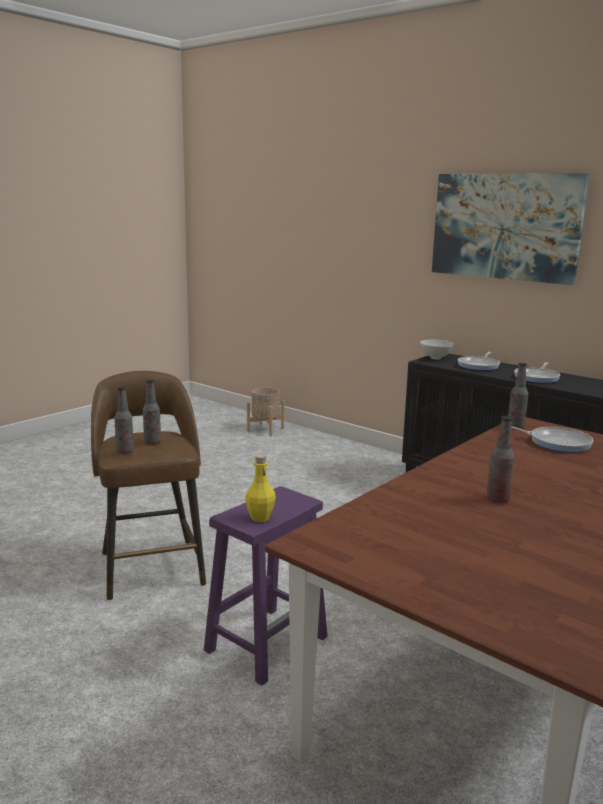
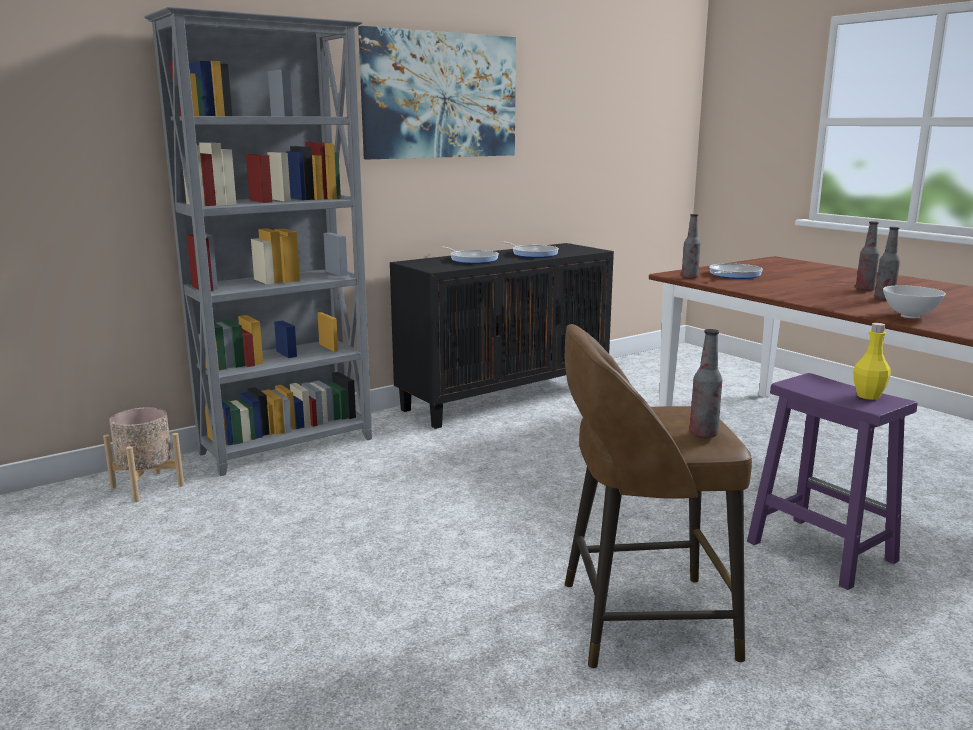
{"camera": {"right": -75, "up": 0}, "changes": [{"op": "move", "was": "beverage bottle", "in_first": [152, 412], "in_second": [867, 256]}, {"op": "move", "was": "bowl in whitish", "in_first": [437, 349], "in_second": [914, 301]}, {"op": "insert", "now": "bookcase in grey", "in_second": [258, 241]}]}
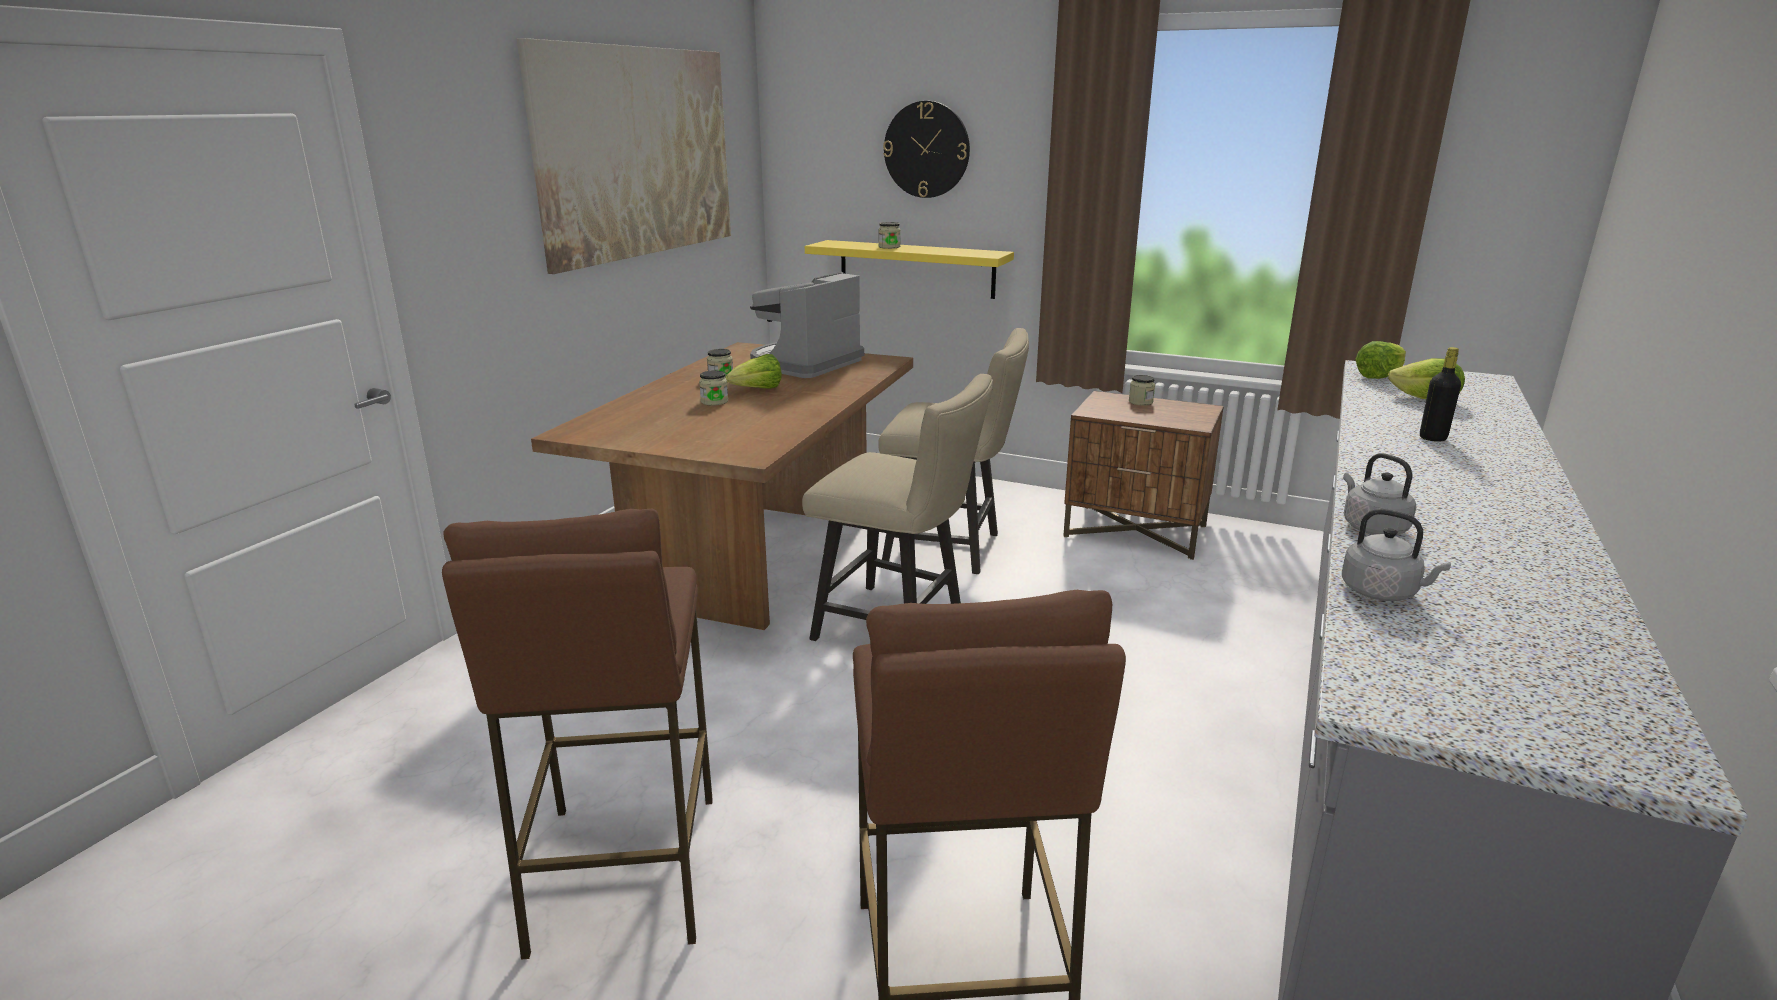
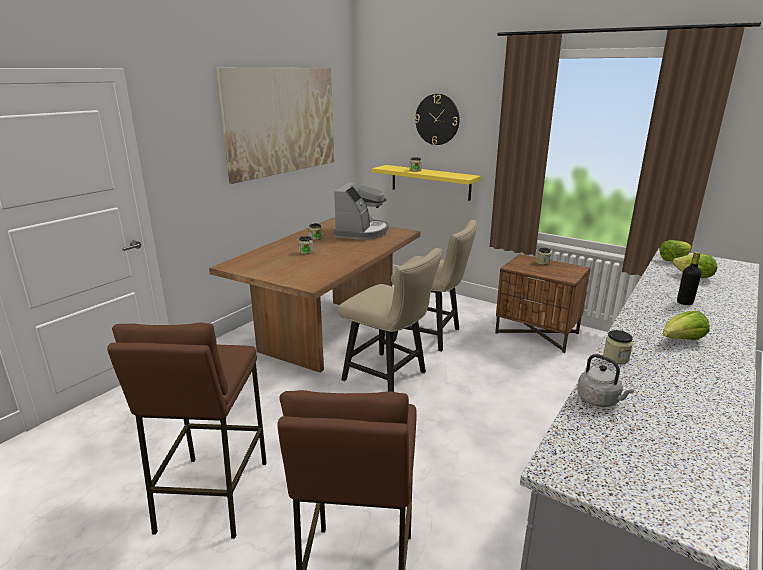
{"camera": {"right": 10, "up": 0}, "changes": [{"op": "move", "was": "lettuce", "in_first": [753, 371], "in_second": [686, 325]}, {"op": "rotate", "was": "coffee maker", "in_first": [807, 325], "in_second": [361, 211], "clockwise": 150}, {"op": "replace", "was": "kettle in grey", "now": "jar", "in_first": [1379, 494], "in_second": [618, 347]}]}
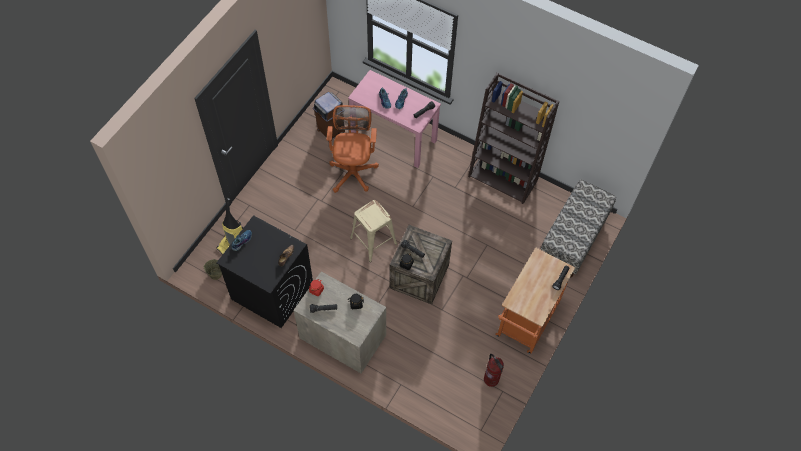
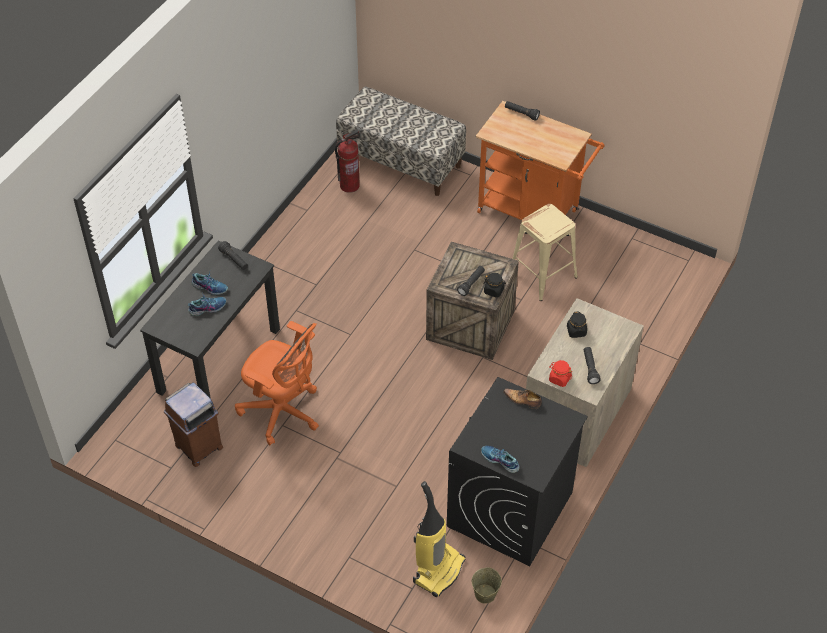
{"camera": {"right": -90, "up": -10}, "changes": [{"op": "rotate", "was": "office chair in orange", "in_first": [353, 149], "in_second": [277, 383], "clockwise": -150}, {"op": "recolor", "was": "desk table in pinkish", "now": "desk table in blackish", "in_first": [394, 119], "in_second": [210, 319]}, {"op": "move", "was": "sitting stool in beige", "in_first": [373, 231], "in_second": [545, 252]}, {"op": "delete", "was": "bookcase in brown-coloured", "in_first": [513, 138]}, {"op": "move", "was": "extinguisher", "in_first": [494, 370], "in_second": [347, 161]}]}
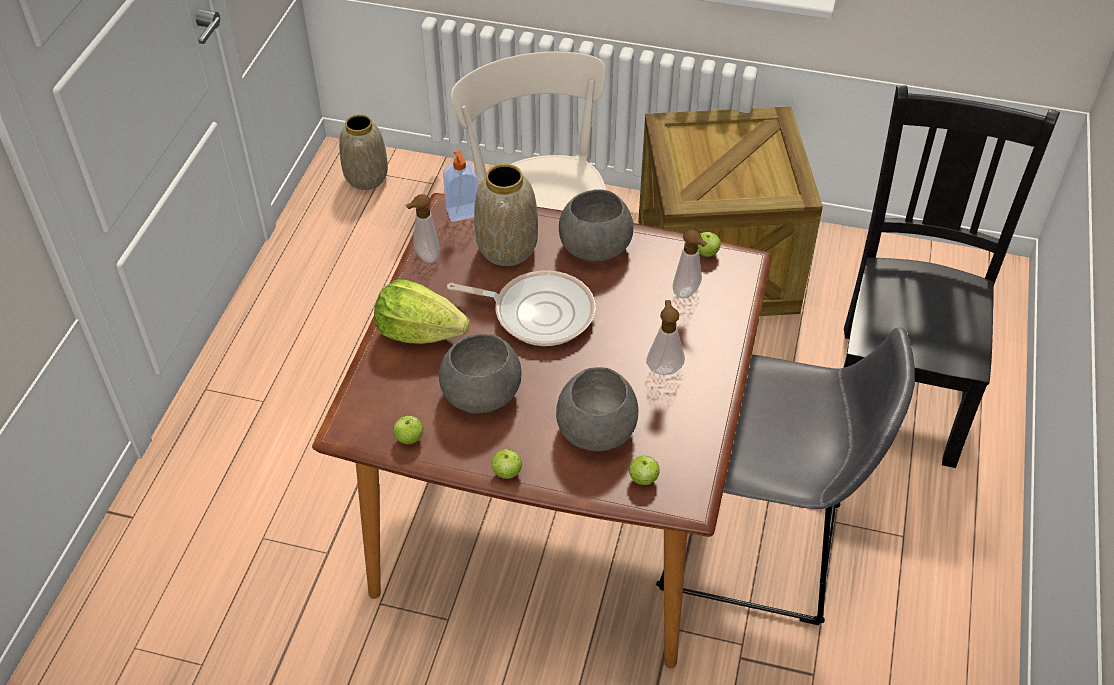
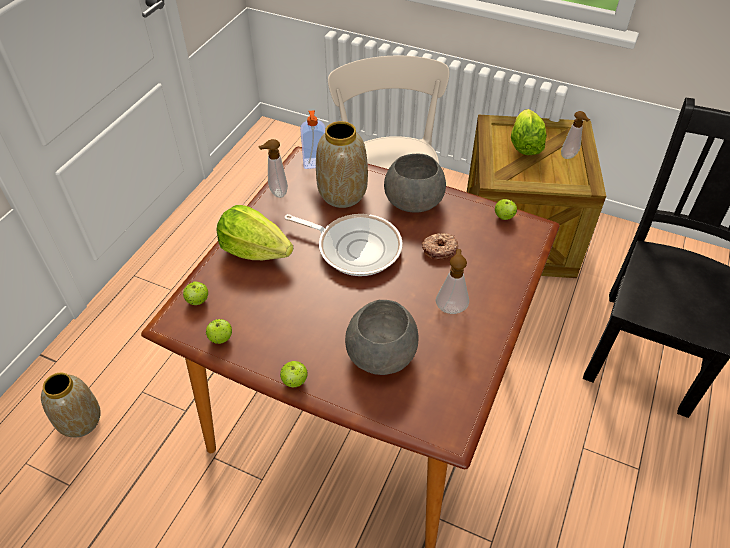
{"camera": {"right": 10, "up": 0}, "changes": [{"op": "move", "was": "vase", "in_first": [363, 152], "in_second": [71, 405]}, {"op": "delete", "was": "bowl in grey", "in_first": [480, 374]}, {"op": "move", "was": "apple", "in_first": [644, 470], "in_second": [195, 293]}, {"op": "delete", "was": "sitting stool in grey", "in_first": [785, 476]}, {"op": "move", "was": "soap bottle", "in_first": [690, 264], "in_second": [575, 135]}, {"op": "insert", "now": "donut", "in_second": [440, 246]}, {"op": "insert", "now": "lettuce", "in_second": [529, 132]}]}
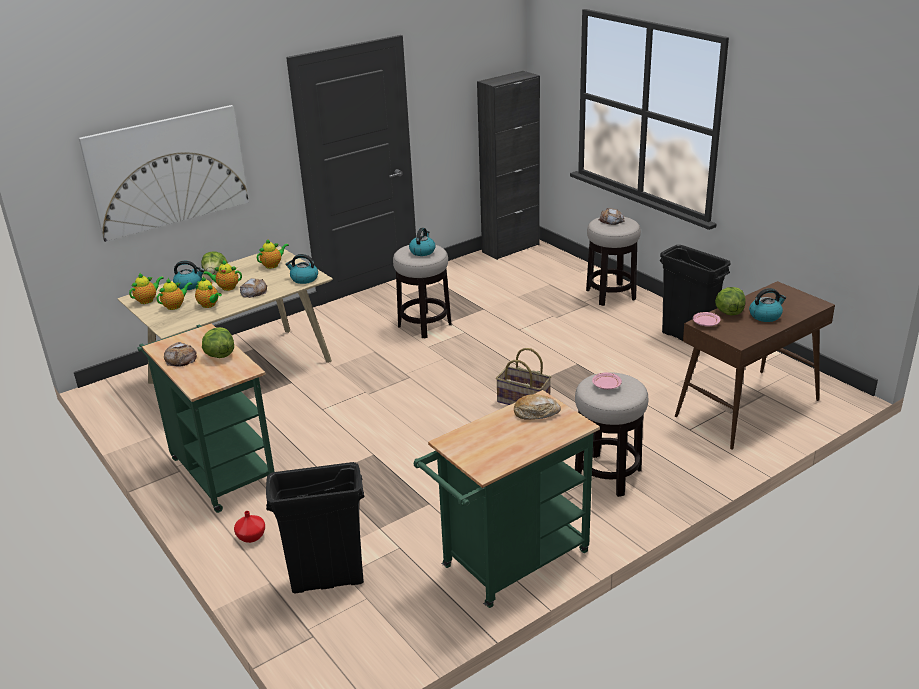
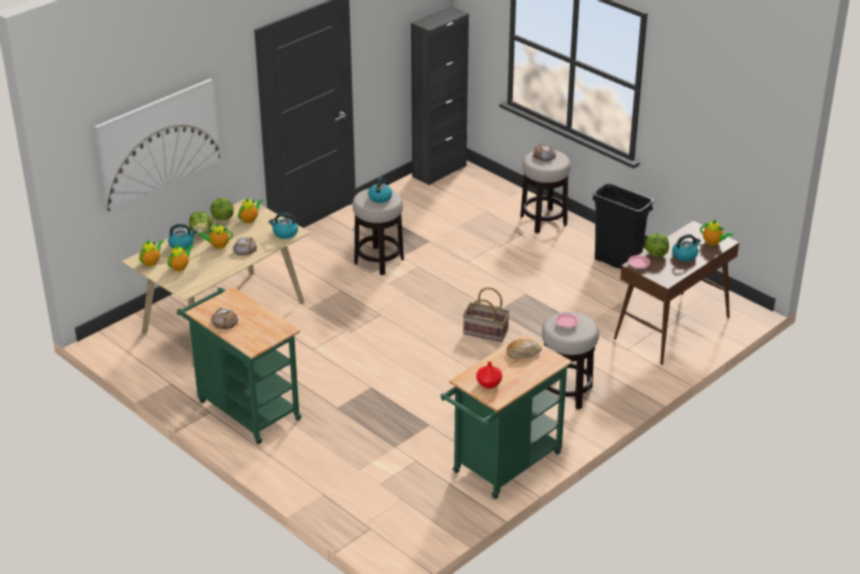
{"camera": {"right": -10, "up": 5}, "changes": [{"op": "move", "was": "teapot", "in_first": [208, 292], "in_second": [716, 232]}, {"op": "move", "was": "lettuce", "in_first": [218, 342], "in_second": [222, 209]}, {"op": "move", "was": "vase in red", "in_first": [249, 527], "in_second": [489, 375]}, {"op": "delete", "was": "rubbish bin in blackish", "in_first": [315, 527]}]}
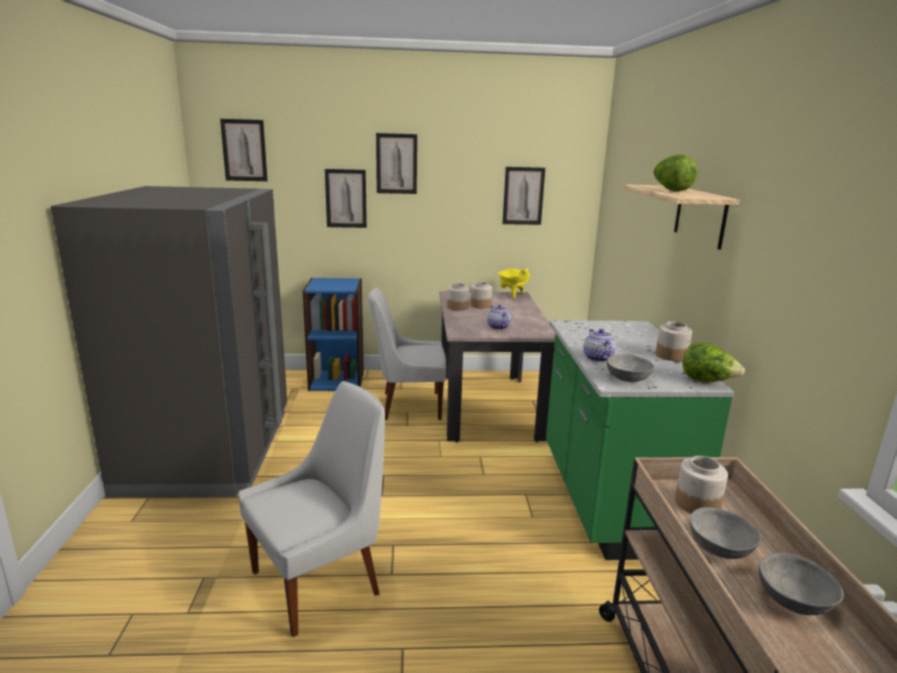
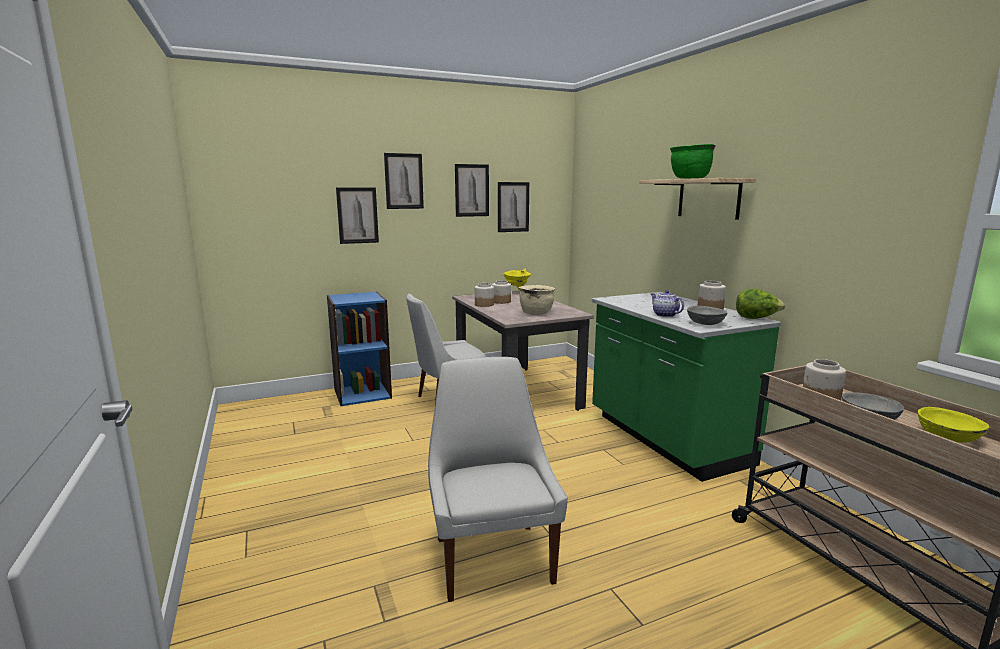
{"camera": {"right": -20, "up": -5}, "changes": [{"op": "delete", "was": "fridge in grey", "in_first": [169, 341]}, {"op": "move", "was": "wall picture", "in_first": [244, 150], "in_second": [472, 190]}, {"op": "rotate", "was": "upright chair in whitish", "in_first": [311, 509], "in_second": [498, 479], "clockwise": -45}, {"op": "replace", "was": "teapot", "now": "cooking pot in beige", "in_first": [499, 317], "in_second": [537, 300]}, {"op": "replace", "was": "lettuce", "now": "cooking pot in green-coloured", "in_first": [675, 173], "in_second": [693, 161]}, {"op": "recolor", "was": "bowl in grey", "now": "bowl in yellow", "in_first": [801, 584], "in_second": [953, 425]}]}
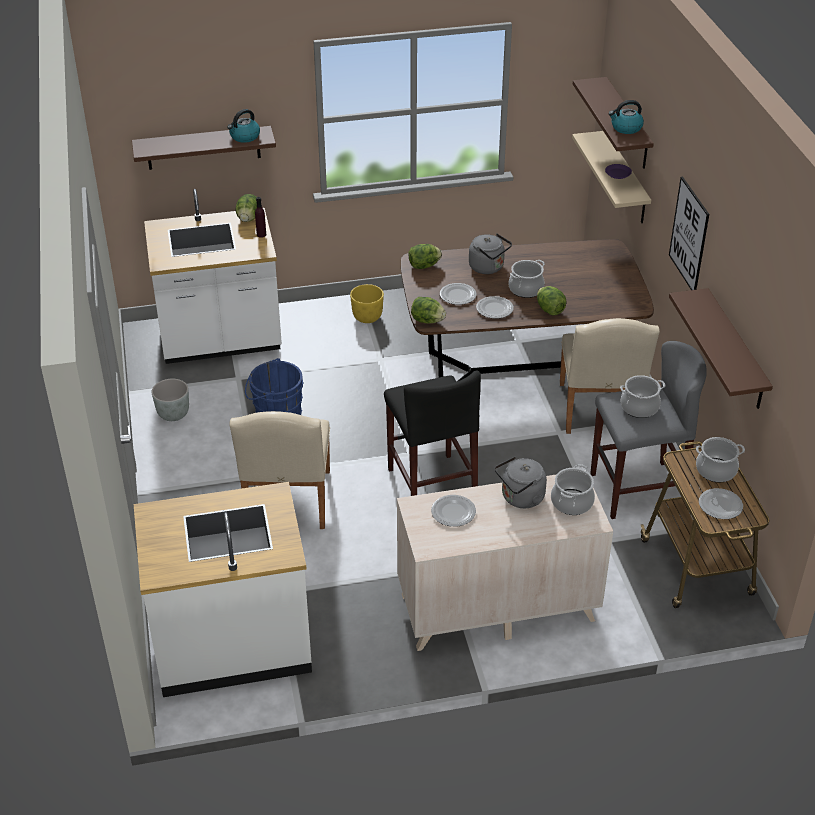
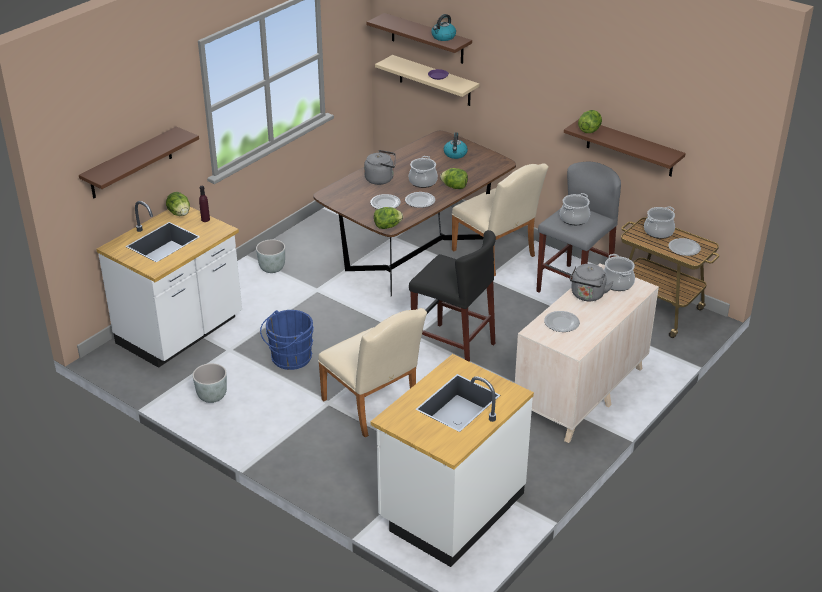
{"camera": {"right": -40, "up": -5}, "changes": [{"op": "move", "was": "kettle", "in_first": [243, 126], "in_second": [456, 146]}, {"op": "recolor", "was": "flower pot in yellow", "now": "flower pot in grey", "in_first": [367, 303], "in_second": [270, 256]}, {"op": "move", "was": "lettuce", "in_first": [425, 256], "in_second": [590, 121]}, {"op": "delete", "was": "wall picture", "in_first": [689, 233]}]}
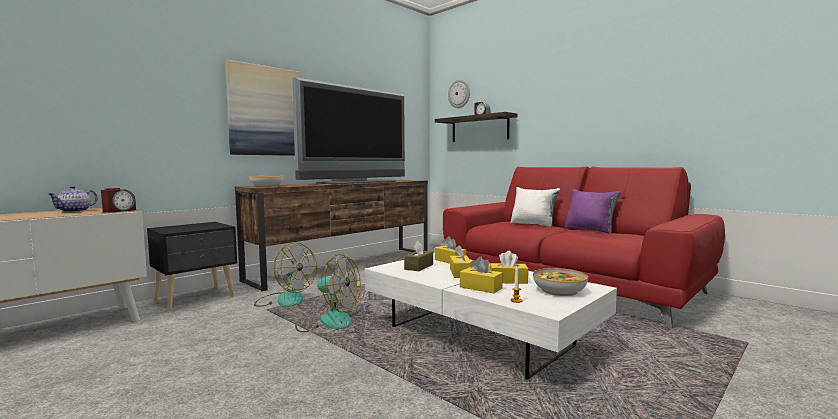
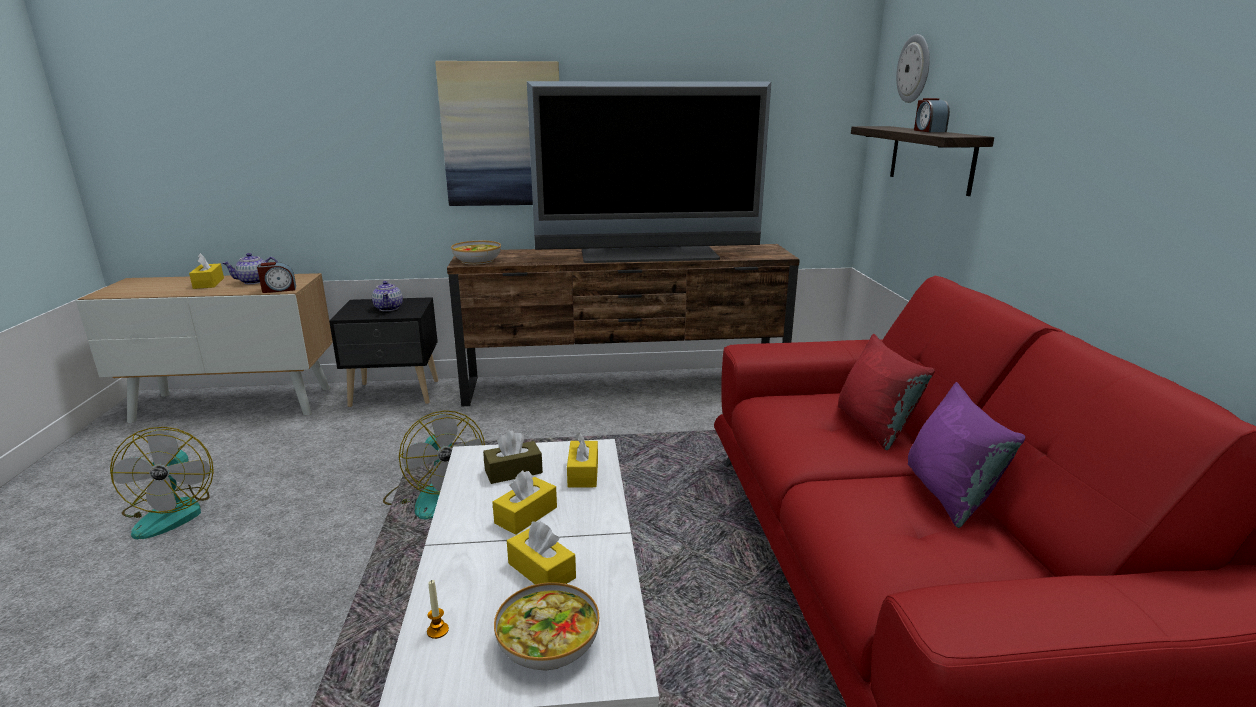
{"camera": {"right": 40, "up": 15}, "changes": [{"op": "move", "was": "fan", "in_first": [285, 274], "in_second": [162, 483]}, {"op": "move", "was": "tissue box in yellow", "in_first": [481, 274], "in_second": [206, 271]}, {"op": "recolor", "was": "pillow in whitish", "now": "pillow in red", "in_first": [535, 207], "in_second": [886, 392]}, {"op": "insert", "now": "teapot", "in_second": [387, 296]}]}
